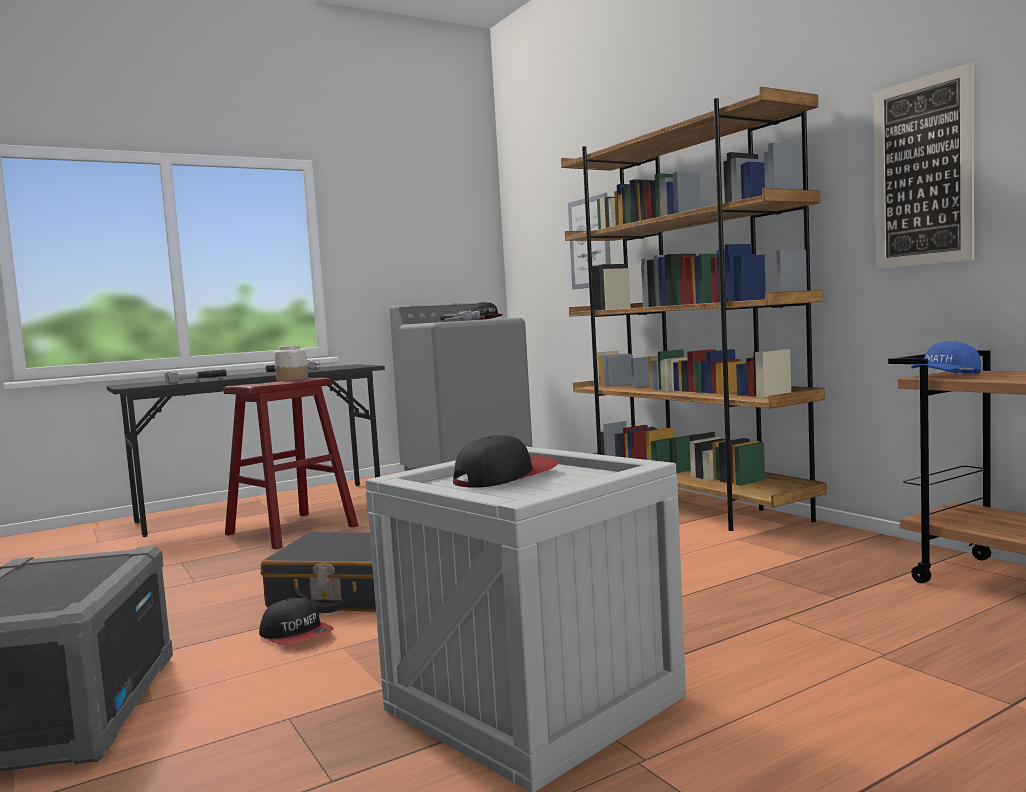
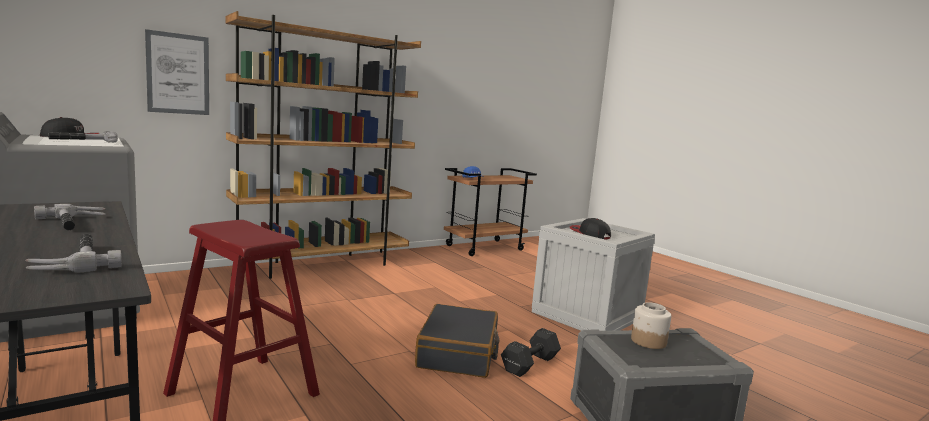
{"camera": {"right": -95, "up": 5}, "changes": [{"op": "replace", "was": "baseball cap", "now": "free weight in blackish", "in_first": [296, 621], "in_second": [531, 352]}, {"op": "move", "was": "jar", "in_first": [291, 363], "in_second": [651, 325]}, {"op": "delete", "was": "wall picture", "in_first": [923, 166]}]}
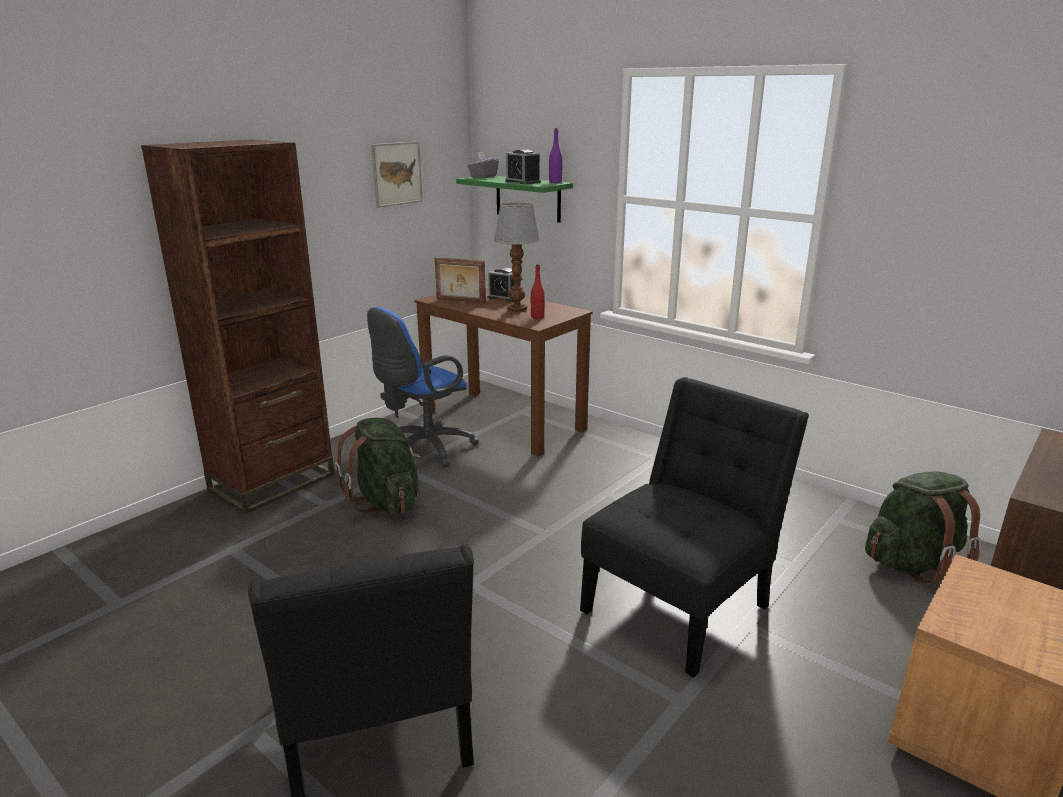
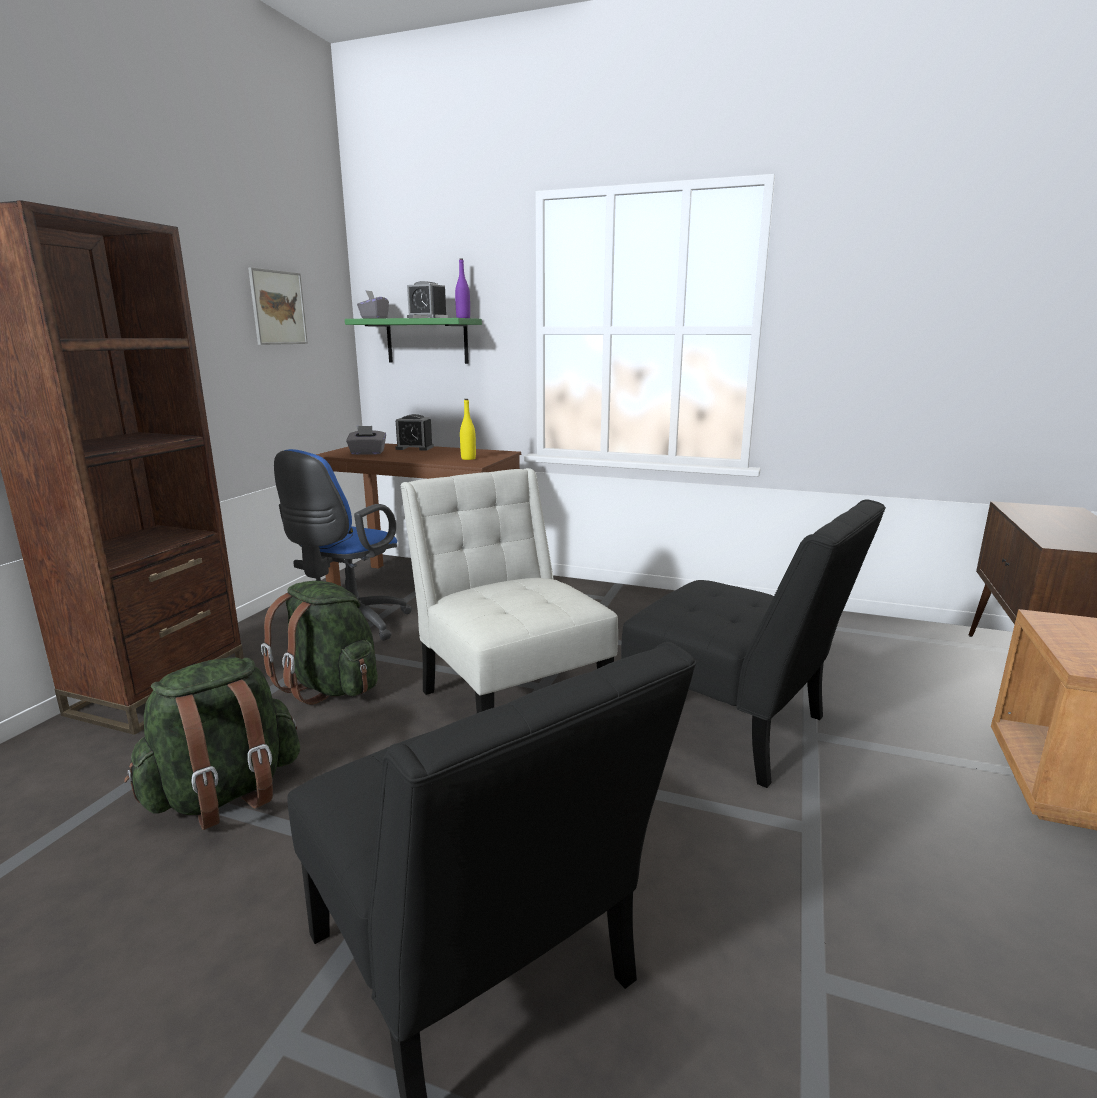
{"camera": {"right": -20, "up": -5}, "changes": [{"op": "replace", "was": "photo frame", "now": "tissue box in grey", "in_first": [460, 280], "in_second": [366, 440]}, {"op": "delete", "was": "lamp for a table", "in_first": [517, 257]}, {"op": "recolor", "was": "beverage bottle in red", "now": "beverage bottle in yellow", "in_first": [538, 292], "in_second": [468, 429]}, {"op": "rotate", "was": "upright chair in blackish", "in_first": [694, 527], "in_second": [753, 644], "clockwise": 105}, {"op": "move", "was": "knapsack in green-coloured", "in_first": [923, 528], "in_second": [212, 743]}, {"op": "insert", "now": "upright chair in whitish", "in_second": [509, 590]}]}
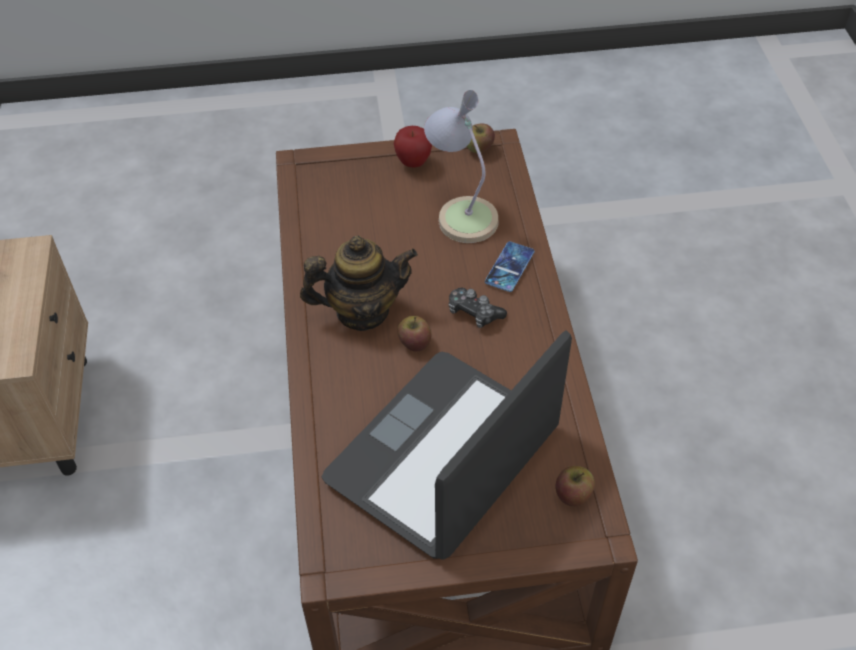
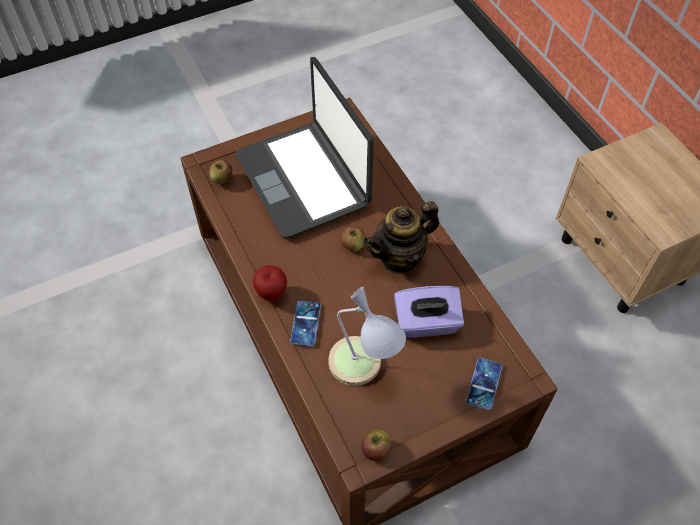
{"camera": {"right": 160, "up": 5}, "changes": [{"op": "rotate", "was": "laptop", "in_first": [447, 445], "in_second": [305, 148], "clockwise": 135}, {"op": "move", "was": "apple", "in_first": [412, 147], "in_second": [270, 283]}, {"op": "delete", "was": "gamepad", "in_first": [478, 307]}, {"op": "insert", "now": "tissue box in purplish", "in_second": [429, 312]}, {"op": "insert", "now": "phone", "in_second": [484, 384]}]}
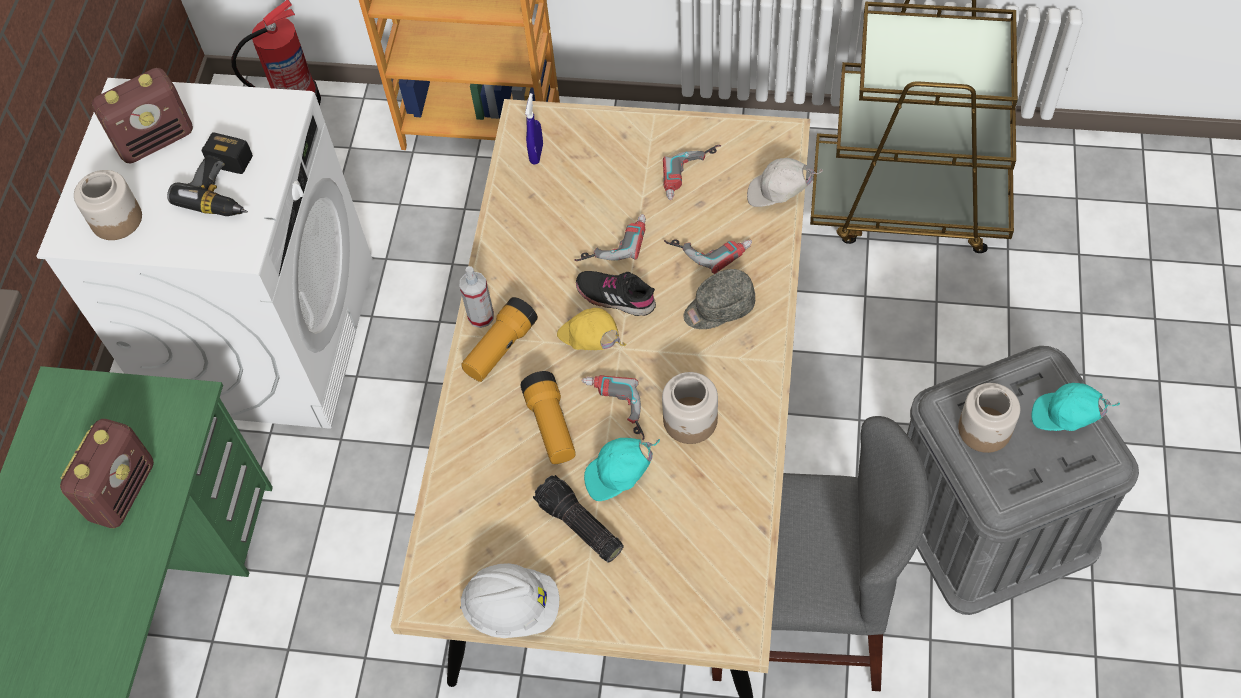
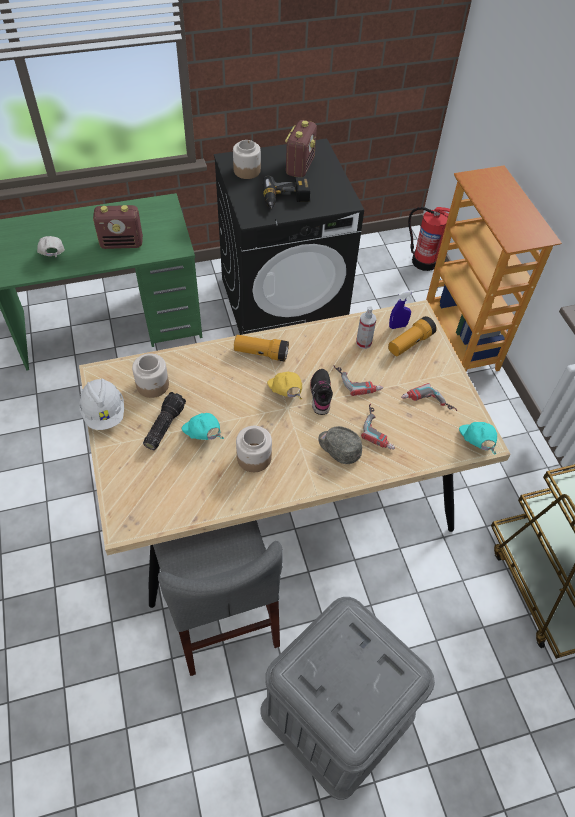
{"camera": {"right": 60, "up": -5}, "changes": [{"op": "recolor", "was": "washing machine in whitish", "now": "washing machine in blackish", "in_first": [205, 253], "in_second": [289, 236]}, {"op": "rotate", "was": "radio set", "in_first": [142, 115], "in_second": [301, 148], "clockwise": -105}, {"op": "move", "was": "hand sprayer", "in_first": [477, 297], "in_second": [366, 327]}, {"op": "move", "was": "flashlight", "in_first": [548, 417], "in_second": [412, 336]}, {"op": "rotate", "was": "baseball cap in yellow", "in_first": [592, 329], "in_second": [284, 385], "clockwise": -45}, {"op": "delete", "was": "electric drill", "in_first": [613, 408]}, {"op": "move", "was": "baseball cap in whitish", "in_first": [785, 182], "in_second": [51, 247]}, {"op": "move", "was": "jar", "in_first": [989, 418], "in_second": [150, 375]}, {"op": "move", "was": "baseball cap in turquoise", "in_first": [1075, 407], "in_second": [478, 438]}]}
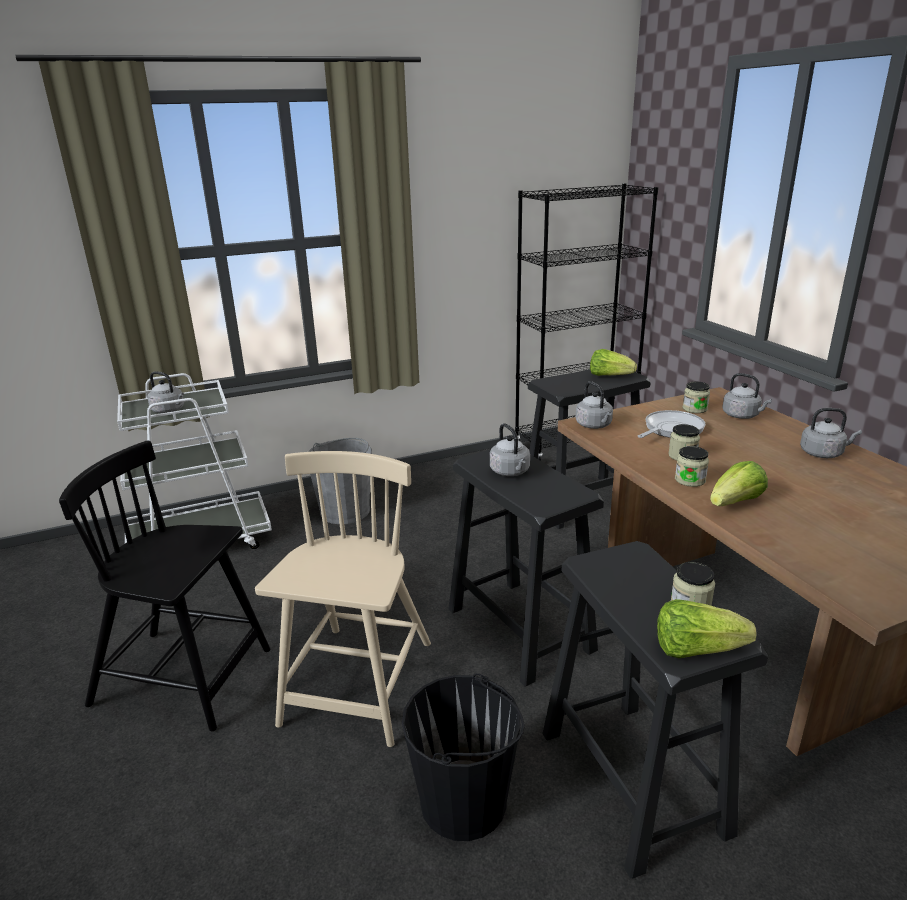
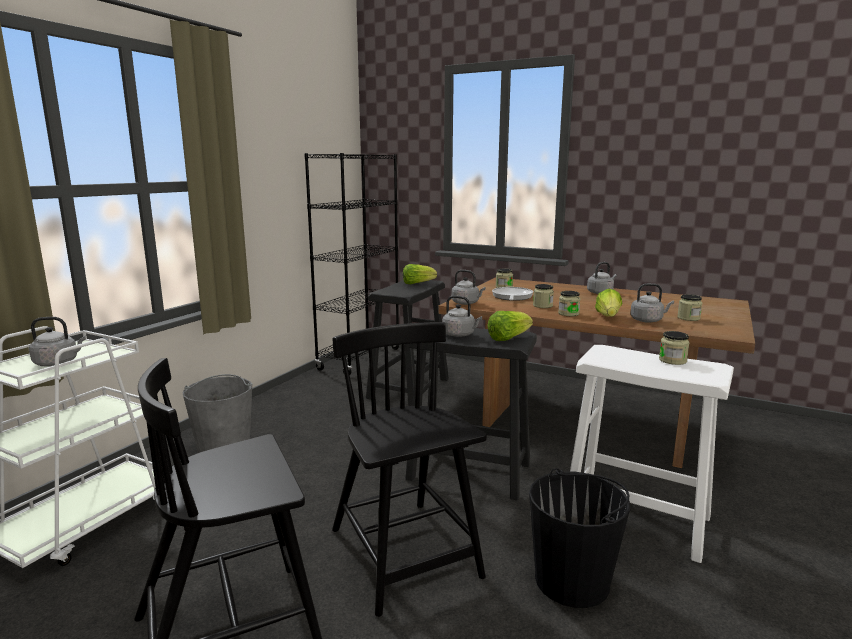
{"camera": {"right": -40, "up": -10}, "changes": [{"op": "recolor", "was": "upright chair in beige", "now": "upright chair in blackish", "in_first": [343, 599], "in_second": [409, 469]}, {"op": "recolor", "was": "sitting stool in blackish", "now": "sitting stool in whitish", "in_first": [655, 710], "in_second": [652, 454]}, {"op": "move", "was": "lettuce", "in_first": [706, 628], "in_second": [510, 326]}, {"op": "move", "was": "kettle in grey", "in_first": [747, 396], "in_second": [652, 303]}, {"op": "insert", "now": "jar", "in_second": [689, 307]}]}
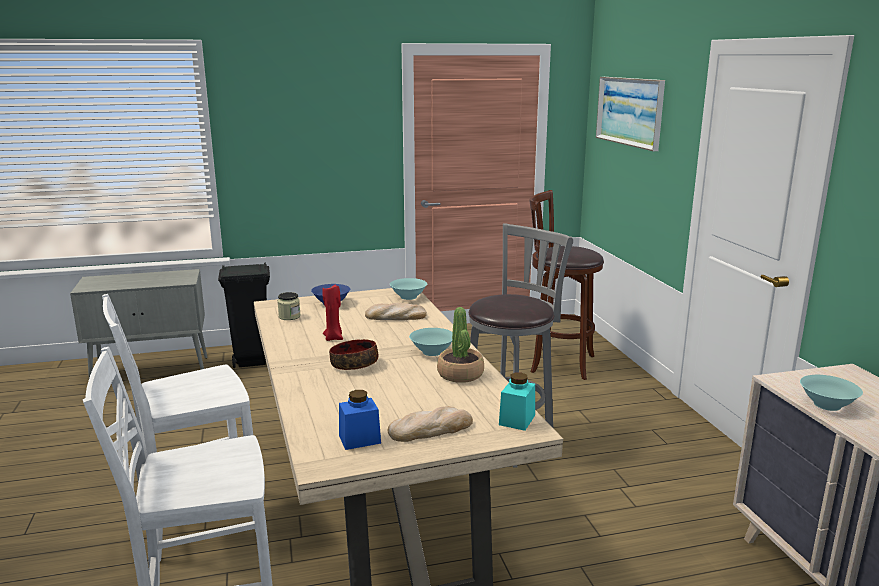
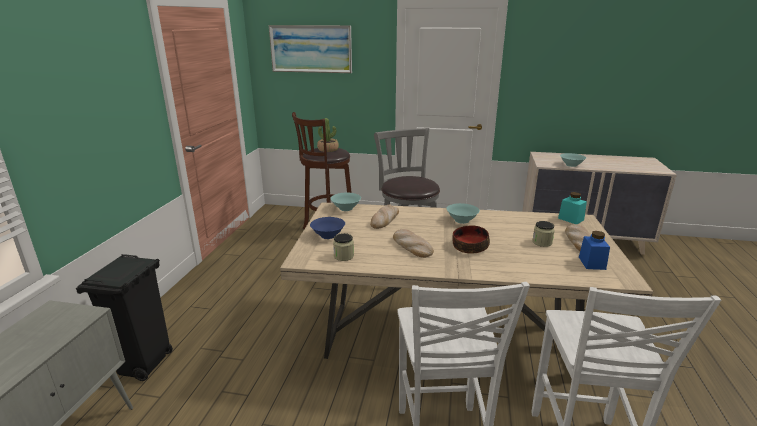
{"camera": {"right": -65, "up": 5}, "changes": [{"op": "replace", "was": "candle in red", "now": "baked bread", "in_first": [332, 313], "in_second": [413, 243]}, {"op": "move", "was": "plant in a pot", "in_first": [460, 345], "in_second": [328, 135]}, {"op": "insert", "now": "jar", "in_second": [543, 234]}]}
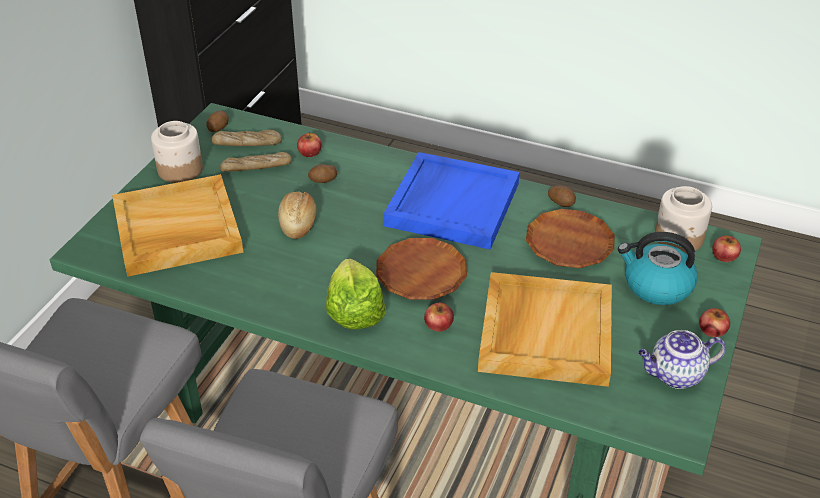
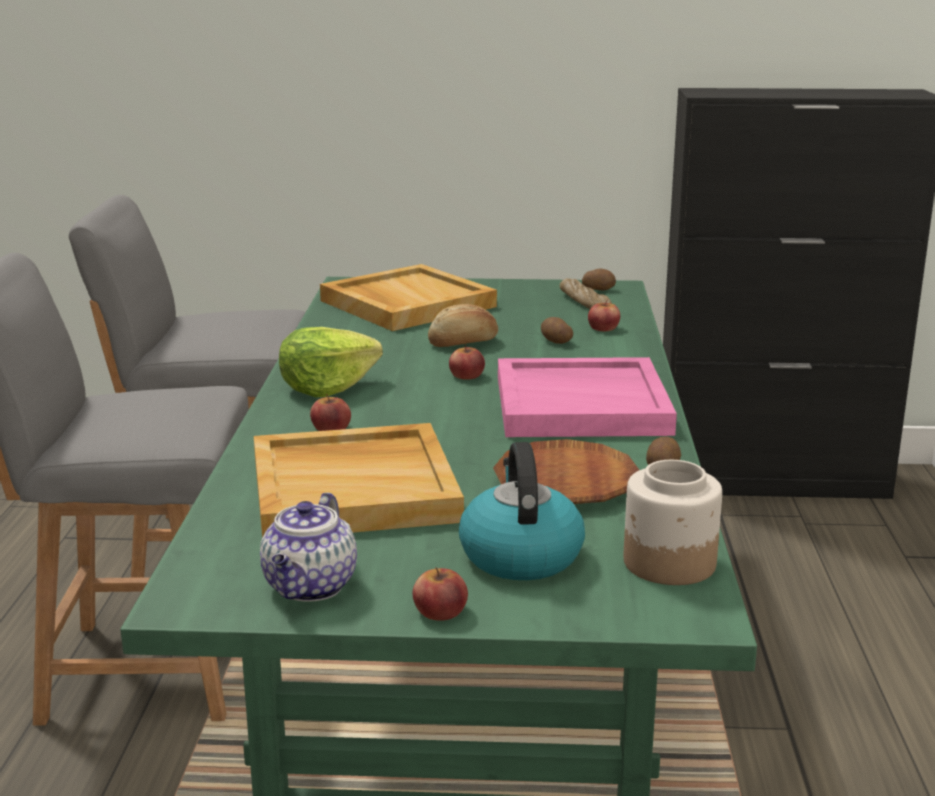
{"camera": {"right": 70, "up": -20}, "changes": [{"op": "delete", "was": "jar", "in_first": [177, 152]}, {"op": "delete", "was": "baked bread", "in_first": [256, 162]}, {"op": "delete", "was": "plate in brown-coloured", "in_first": [421, 269]}, {"op": "recolor", "was": "carrying tray in bluish", "now": "carrying tray in pinkish", "in_first": [451, 201], "in_second": [587, 397]}, {"op": "rotate", "was": "teapot", "in_first": [682, 359], "in_second": [308, 547], "clockwise": -135}, {"op": "move", "was": "apple", "in_first": [726, 248], "in_second": [467, 362]}]}
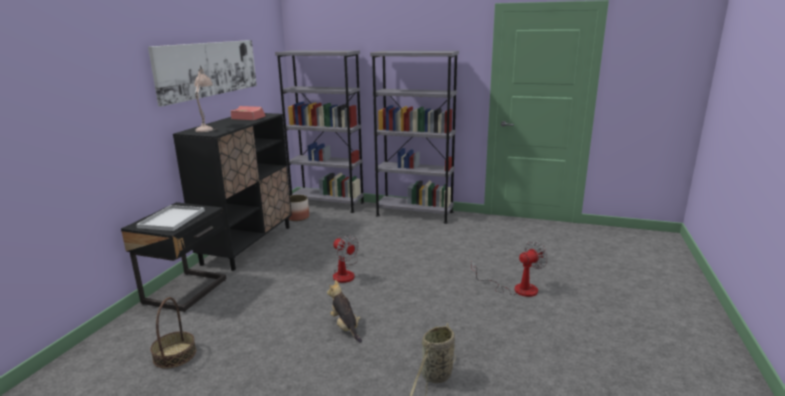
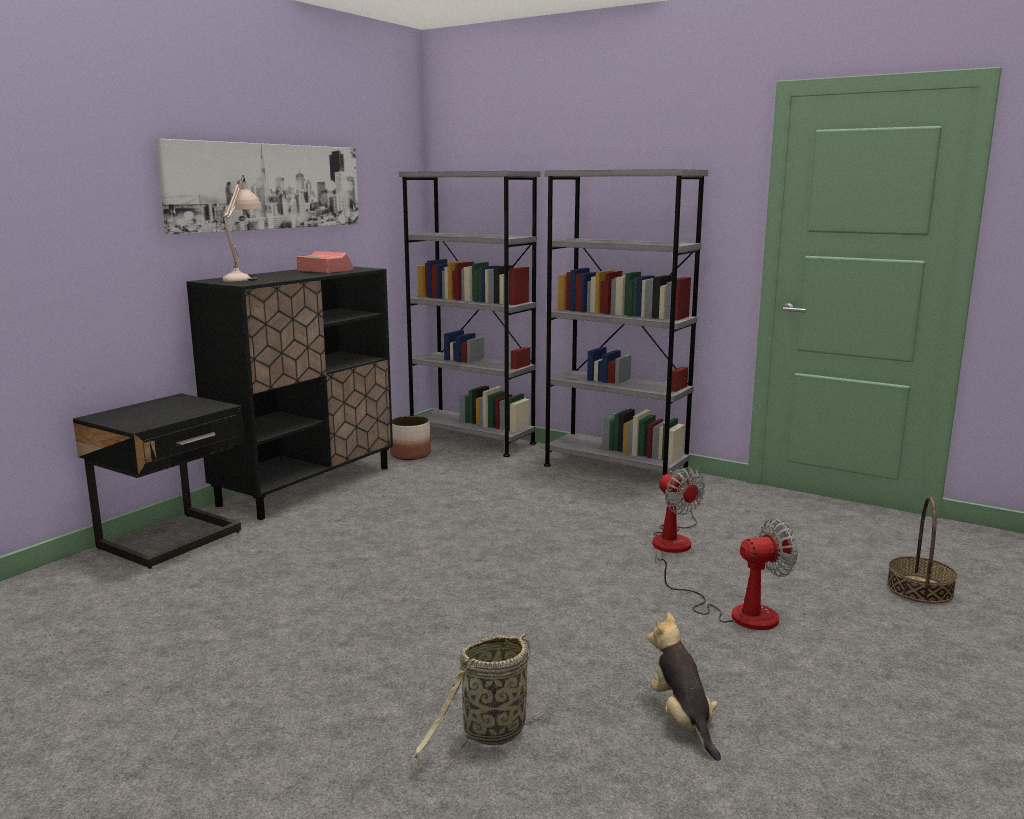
{"camera": {"right": 15, "up": -5}, "changes": [{"op": "delete", "was": "carrying tray in whitish", "in_first": [170, 218]}, {"op": "move", "was": "household basket", "in_first": [173, 333], "in_second": [922, 550]}, {"op": "move", "was": "cuddly toy", "in_first": [344, 311], "in_second": [684, 686]}, {"op": "move", "was": "fan", "in_first": [346, 259], "in_second": [679, 510]}]}
